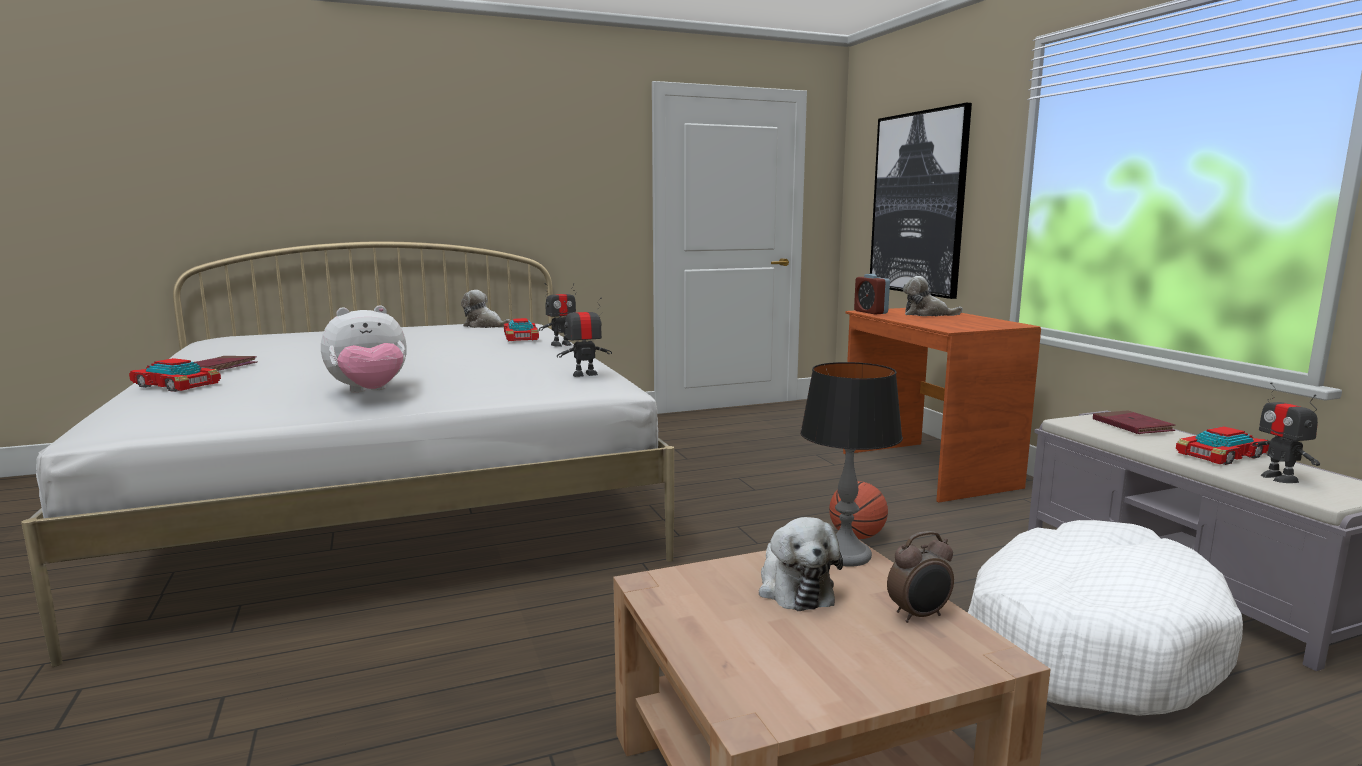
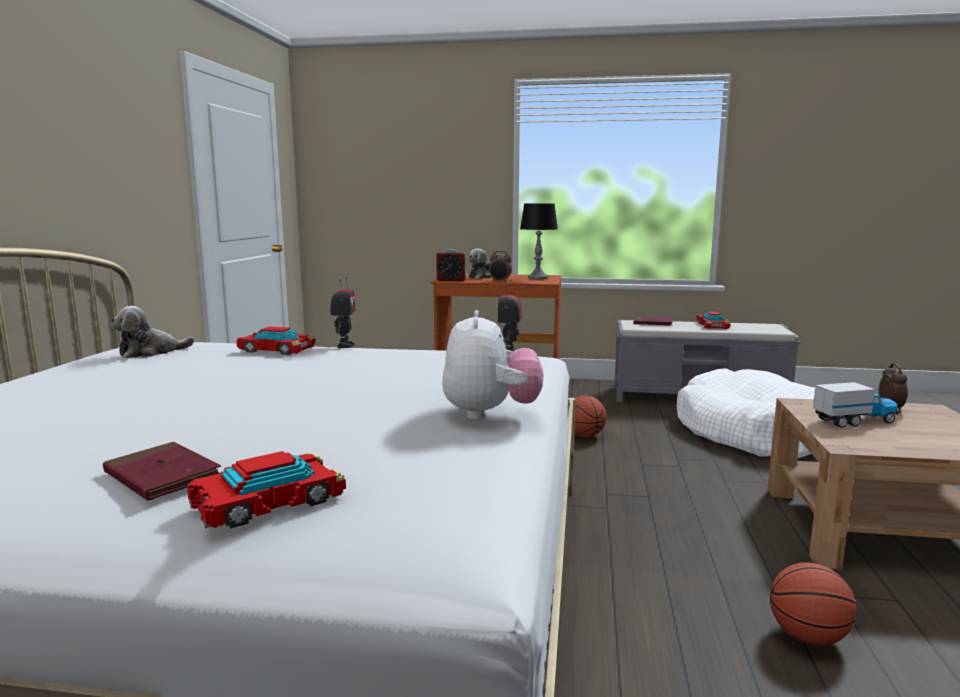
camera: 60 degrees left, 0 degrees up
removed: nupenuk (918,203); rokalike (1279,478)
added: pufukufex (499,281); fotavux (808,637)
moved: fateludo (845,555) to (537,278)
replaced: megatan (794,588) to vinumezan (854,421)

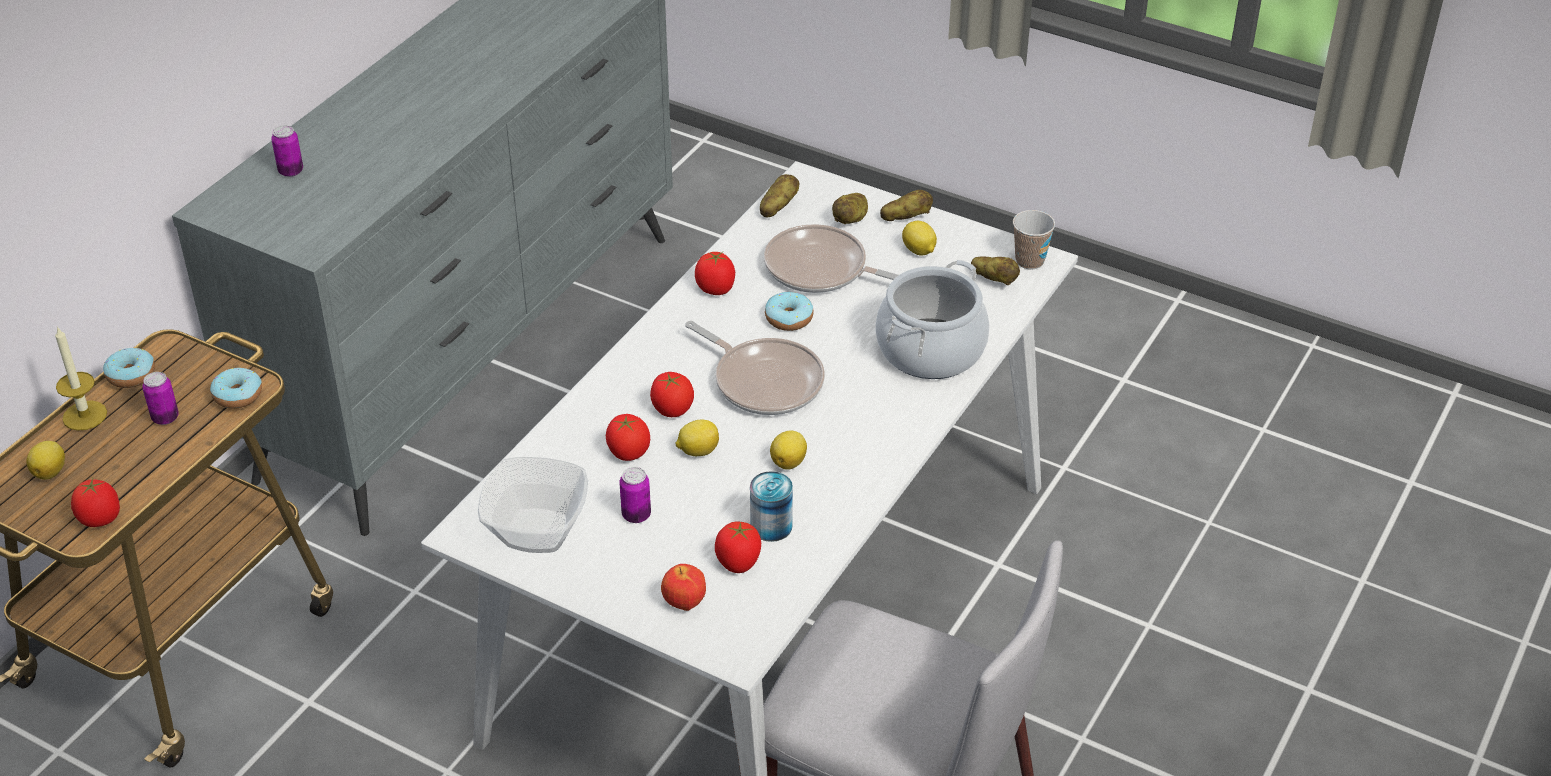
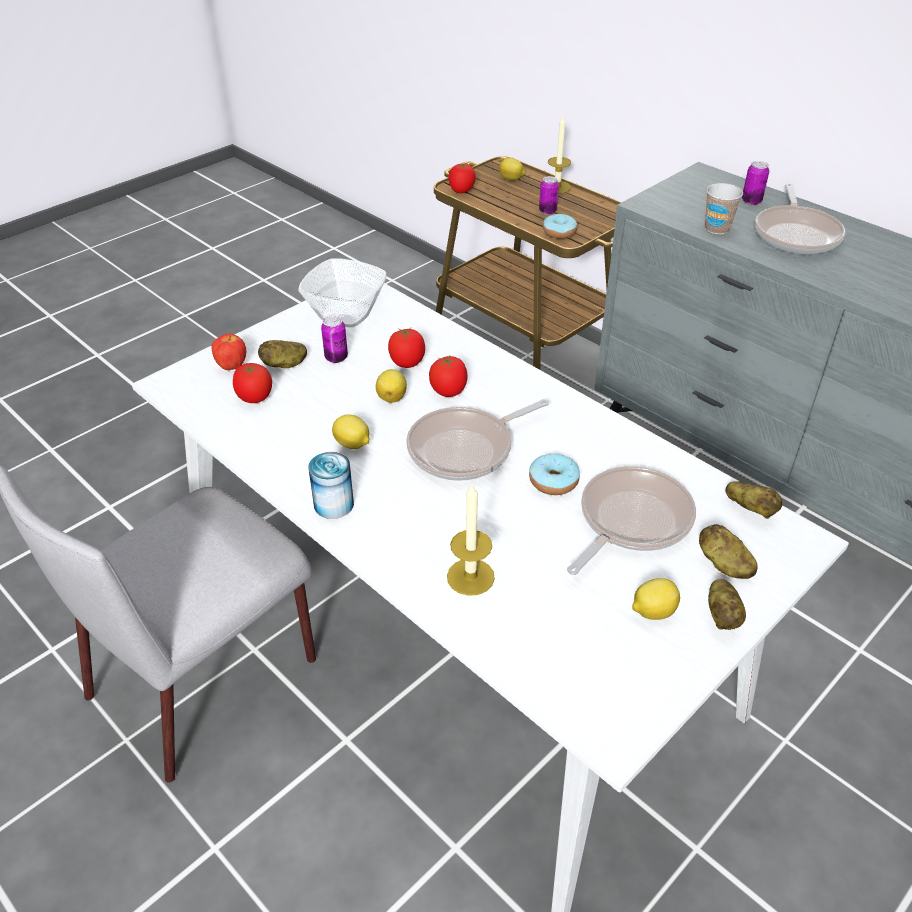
camera: 105 degrees right, 0 degrees up
removed: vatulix (716,289); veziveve (131,375)
added: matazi (796,234)
moved: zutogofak (1029,261) to (717,229); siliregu (994,280) to (284,365); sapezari (771,526) to (334,504)
replaced: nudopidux (930,350) to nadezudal (470,577)

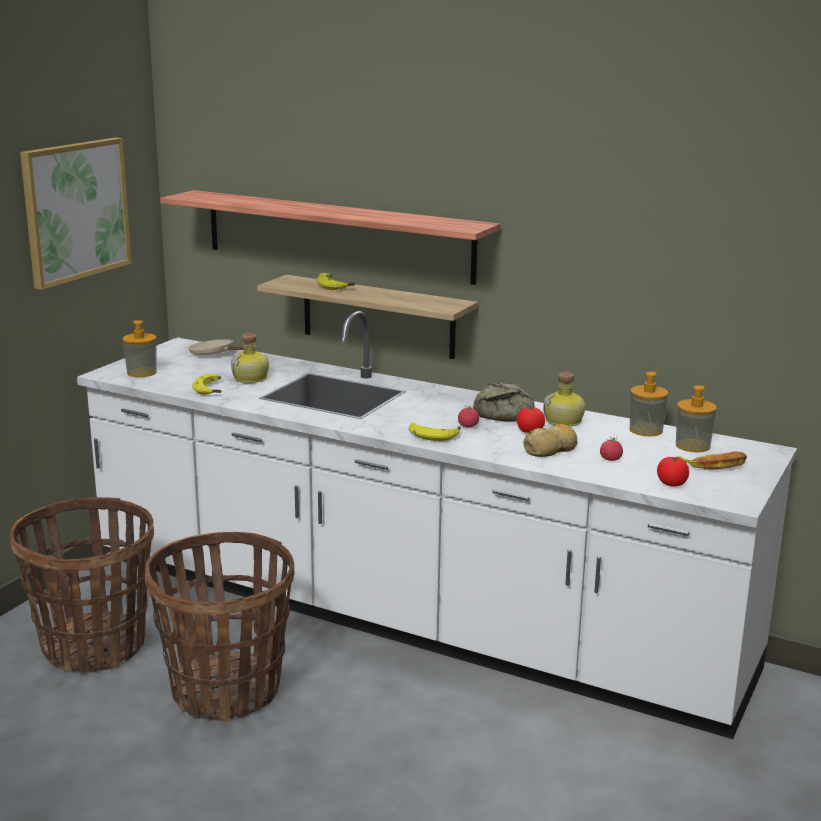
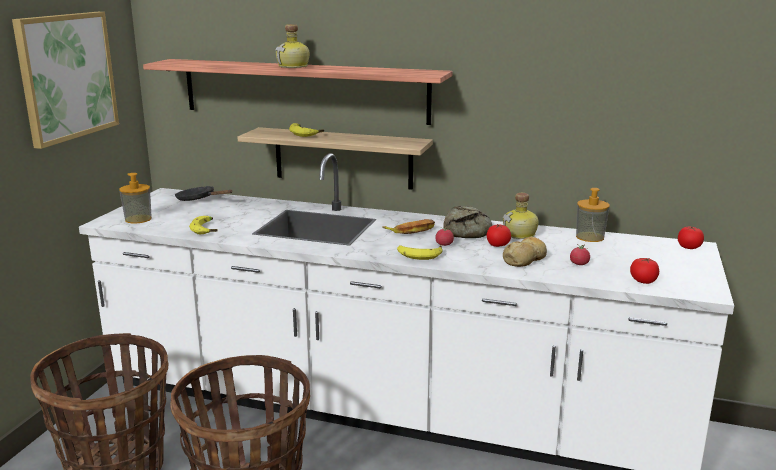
camera: 10 degrees left, 0 degrees up
removed: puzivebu (692,446)
added: vatulix (689,247)
moved: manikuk (251,378) to (294,66); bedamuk (714,465) to (411,230)
recoloured: beige matazi (215,354) to black matazi (199,199)

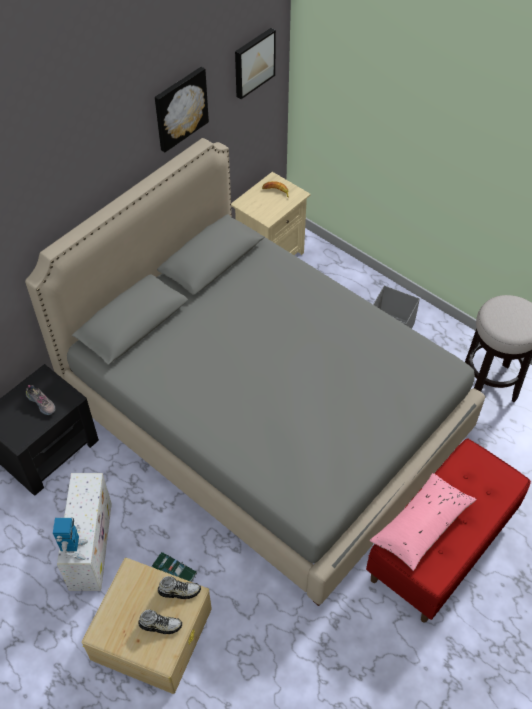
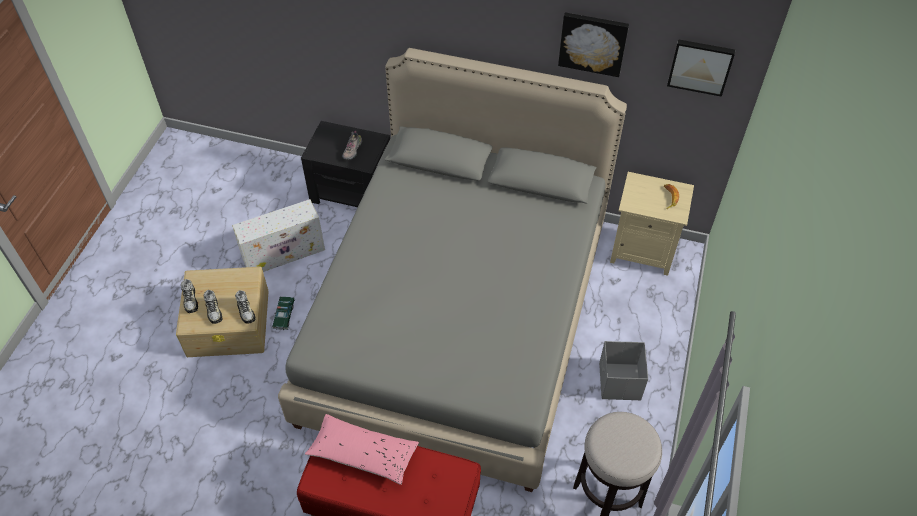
camera: 65 degrees right, 0 degrees up
removed: rokalike (75,550)
added: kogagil (191,301)

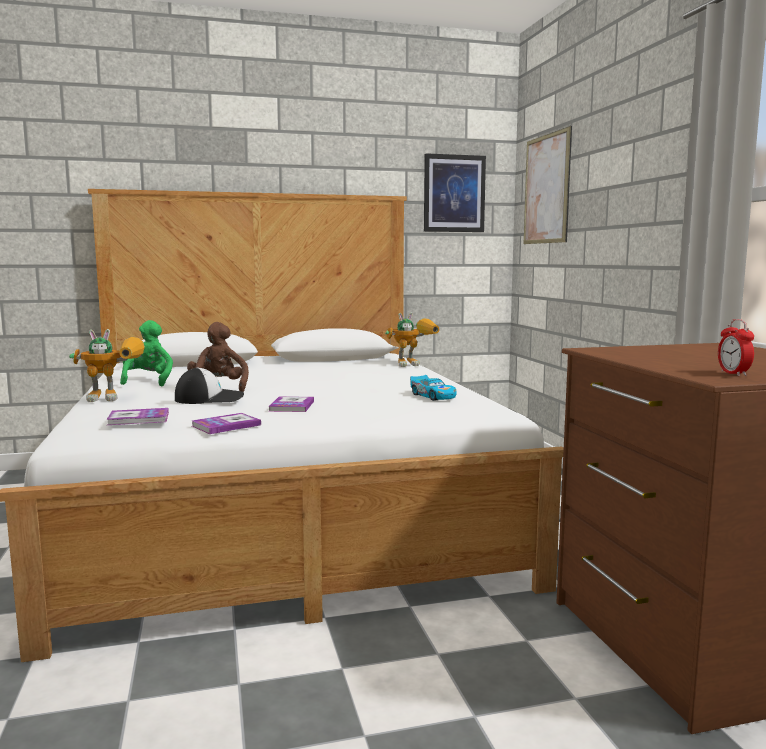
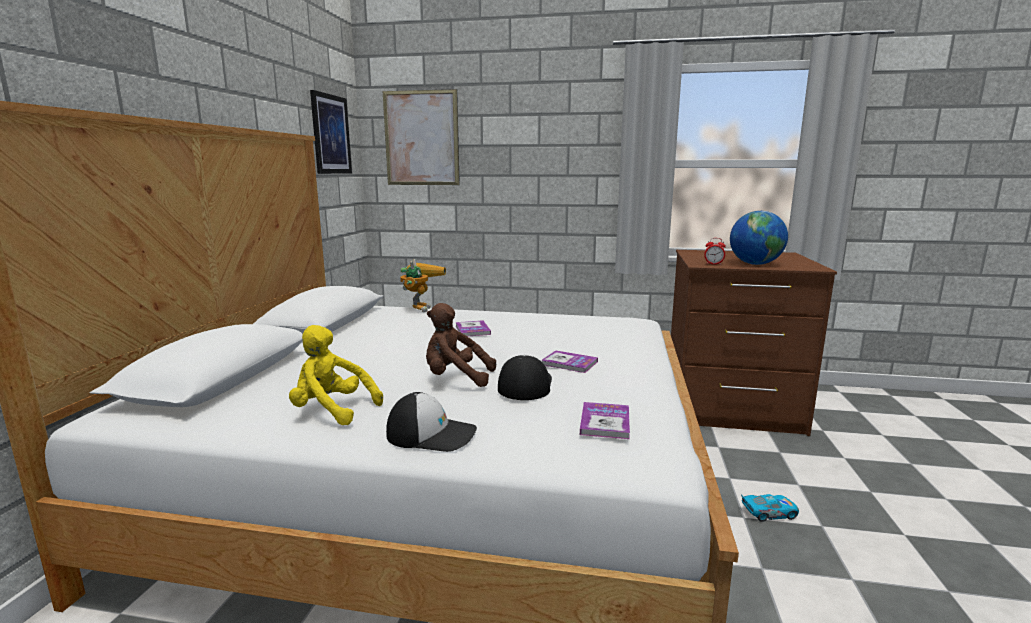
camera: 65 degrees left, 5 degrees up
added: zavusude (755,264)
moved: pufukufex (733,373) to (713,264); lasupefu (433,396) to (769,513); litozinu (226,425) to (472,330)
replaced: rokalike (116,398) to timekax (432,434)
recoloured: green megatan (149,381) to yellow megatan (332,410)

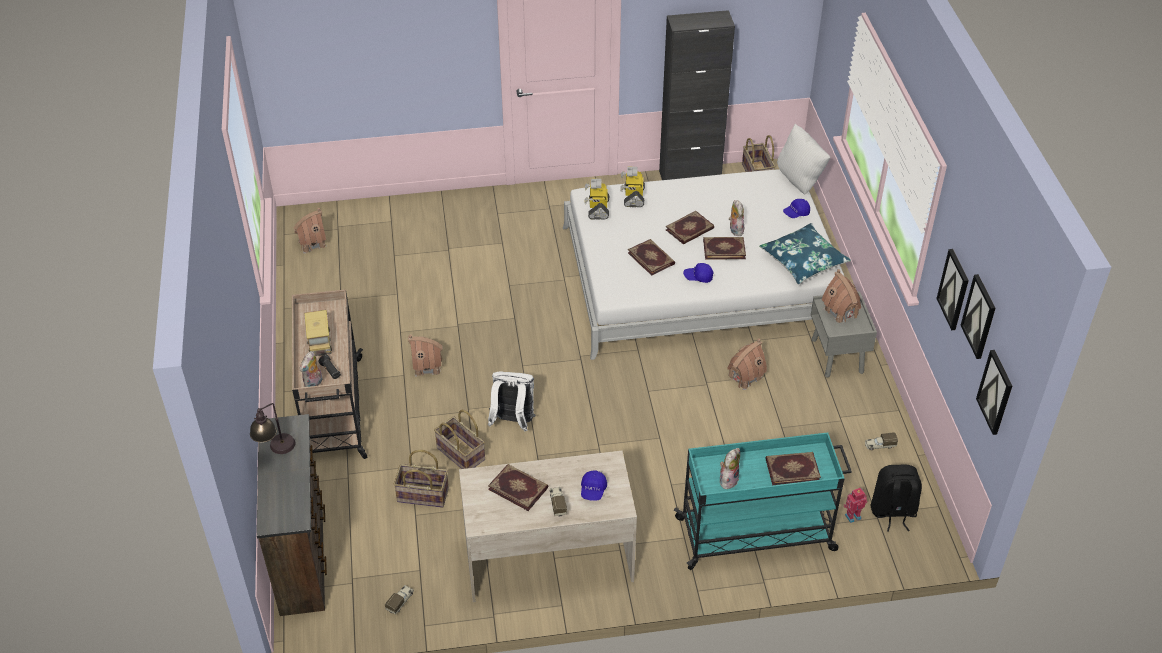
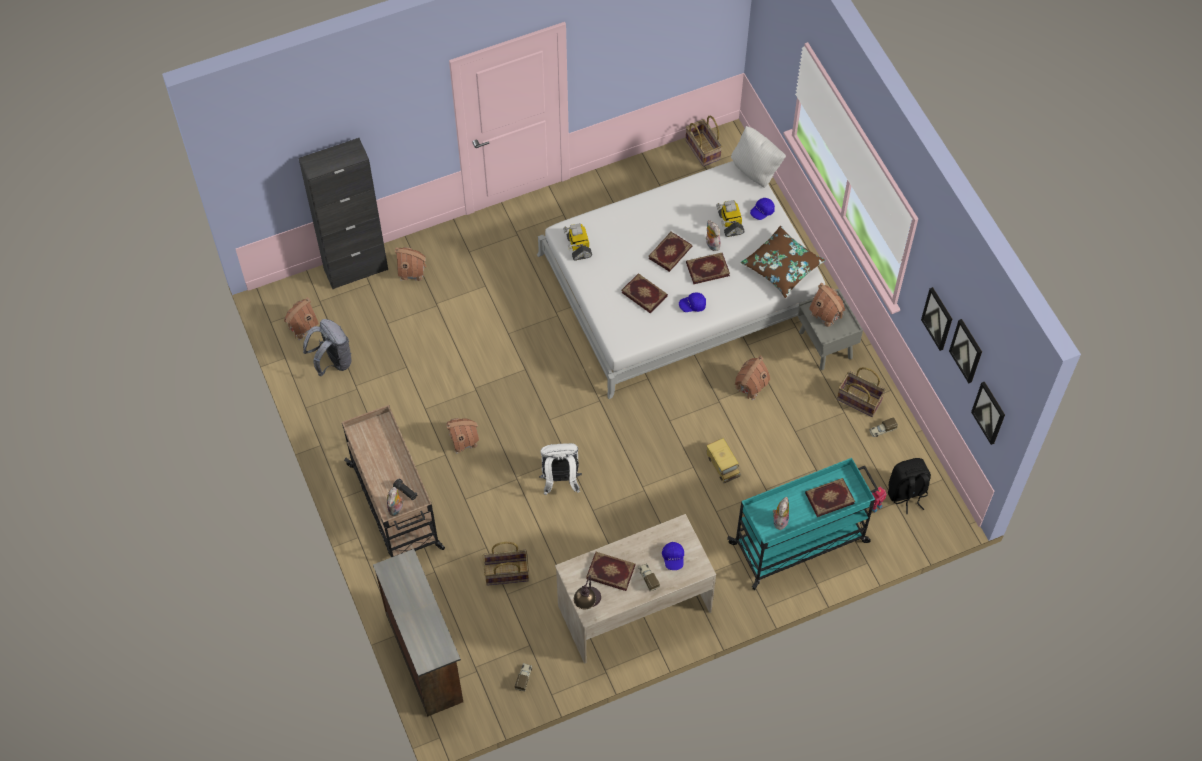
camera: 15 degrees left, 15 degrees up
added: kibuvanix (412,271); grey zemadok (332,362)
moved: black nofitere (690,176) to (356,269); rokalike (633,197) to (730,223); vinumezan (319,341) to (723,465); fateludo (276,451) to (587,604); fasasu (460,454) to (858,401)
recoloured: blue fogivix (803,261) to brown fogivix (782,266)

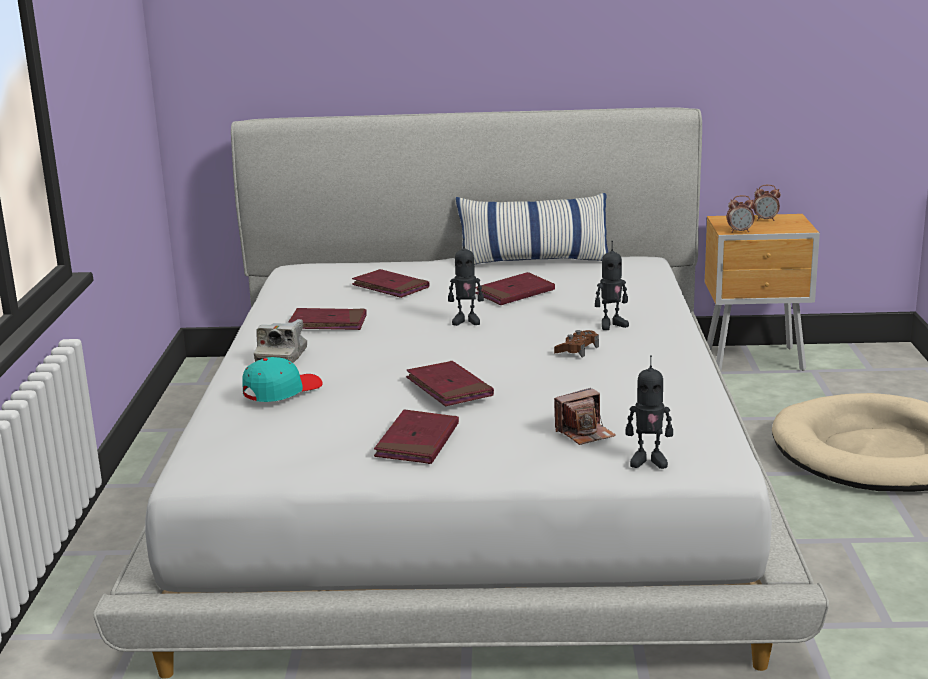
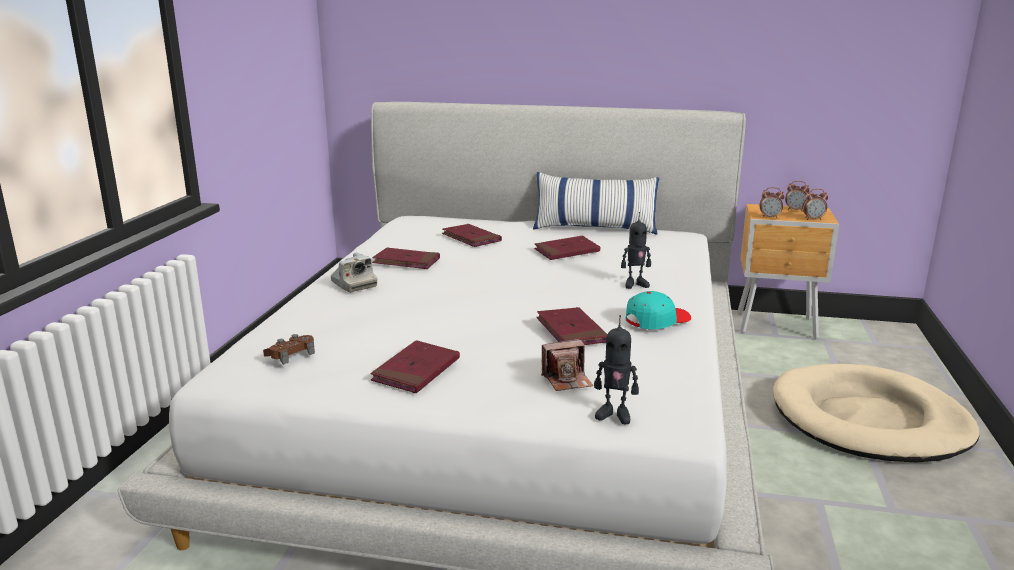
camera: 10 degrees right, 0 degrees up
removed: rokalike (466,321)
added: pufukufex (813,219)
moved: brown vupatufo (577,350) to (291,354); turquoise timekax (281,390) to (657,320); red litozinu (449,388) to (571,331)
turned: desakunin (282,356) = (353,284) 60 degrees counterclockwise

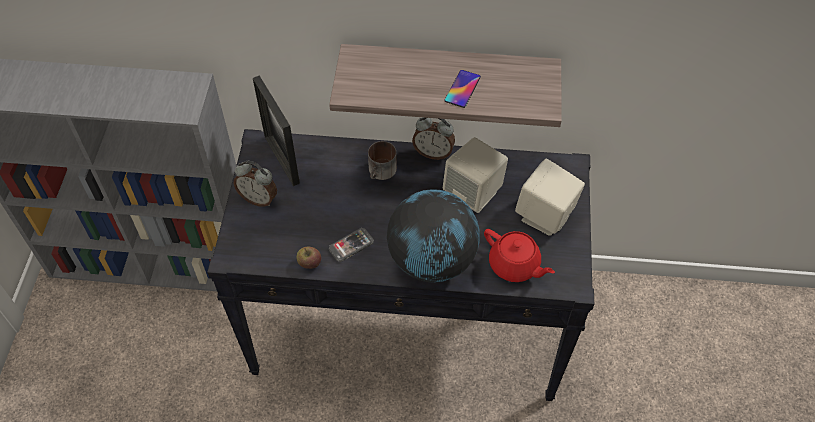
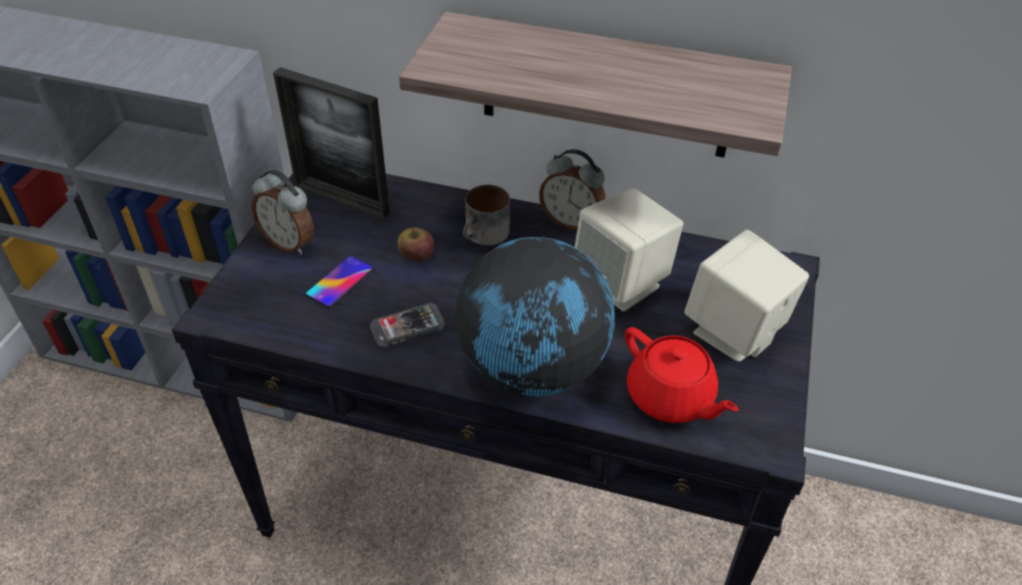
camera: 10 degrees right, 10 degrees down
moved: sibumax (462,89) to (340,282); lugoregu (309,263) to (416,256)
turned: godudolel (282,160) = (342,199) 45 degrees counterclockwise

